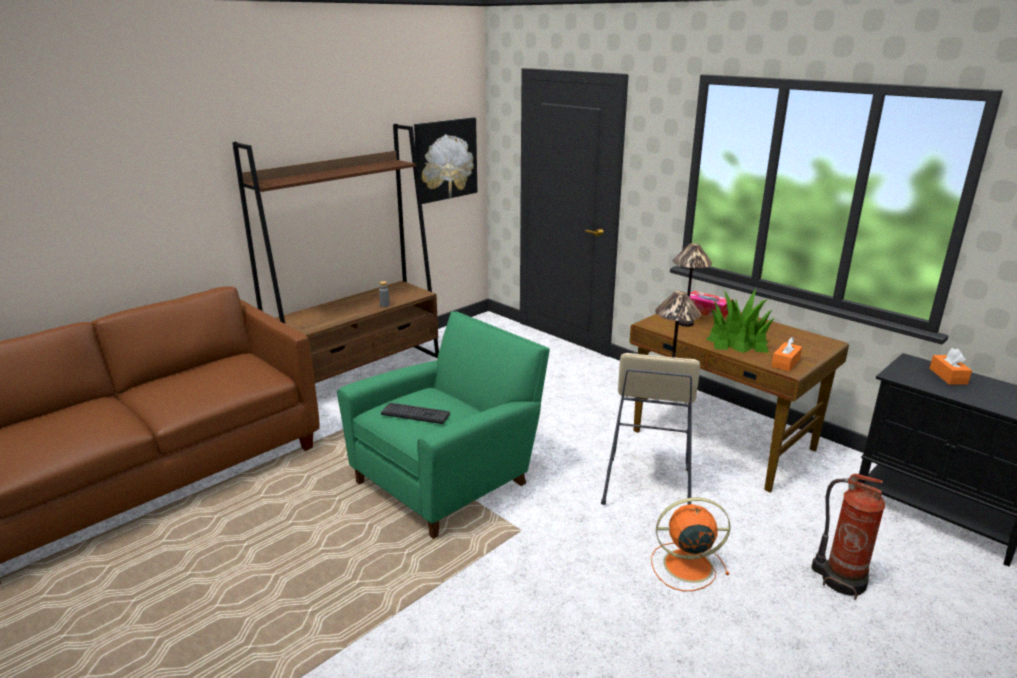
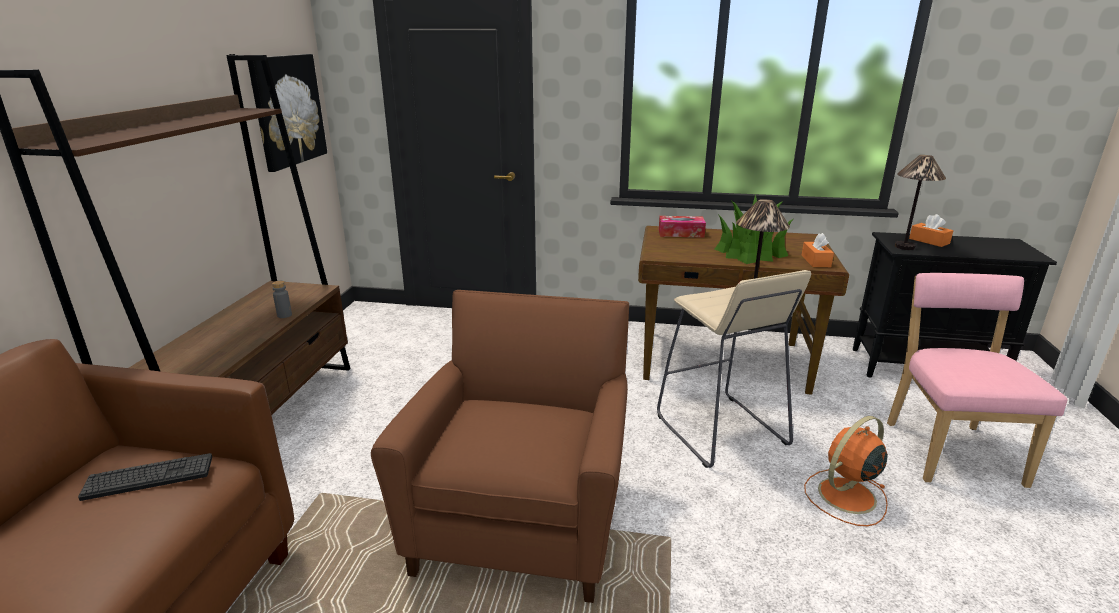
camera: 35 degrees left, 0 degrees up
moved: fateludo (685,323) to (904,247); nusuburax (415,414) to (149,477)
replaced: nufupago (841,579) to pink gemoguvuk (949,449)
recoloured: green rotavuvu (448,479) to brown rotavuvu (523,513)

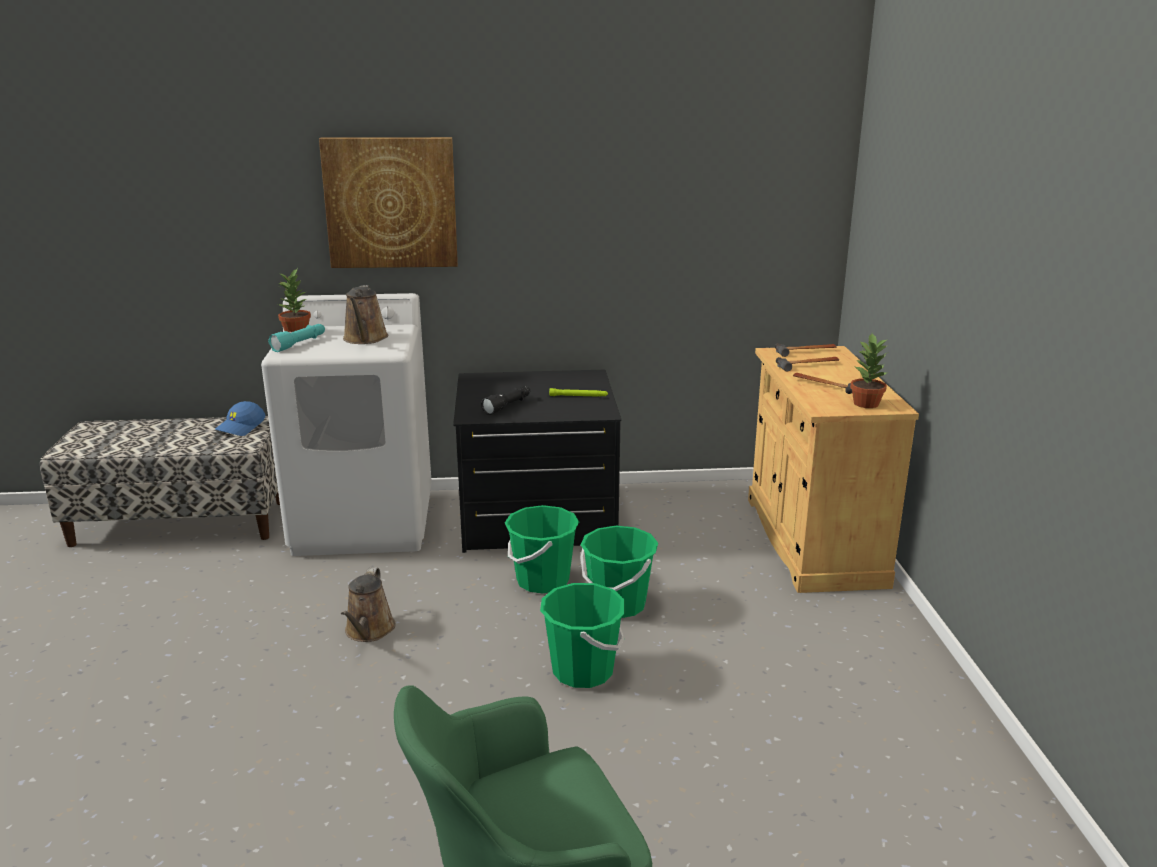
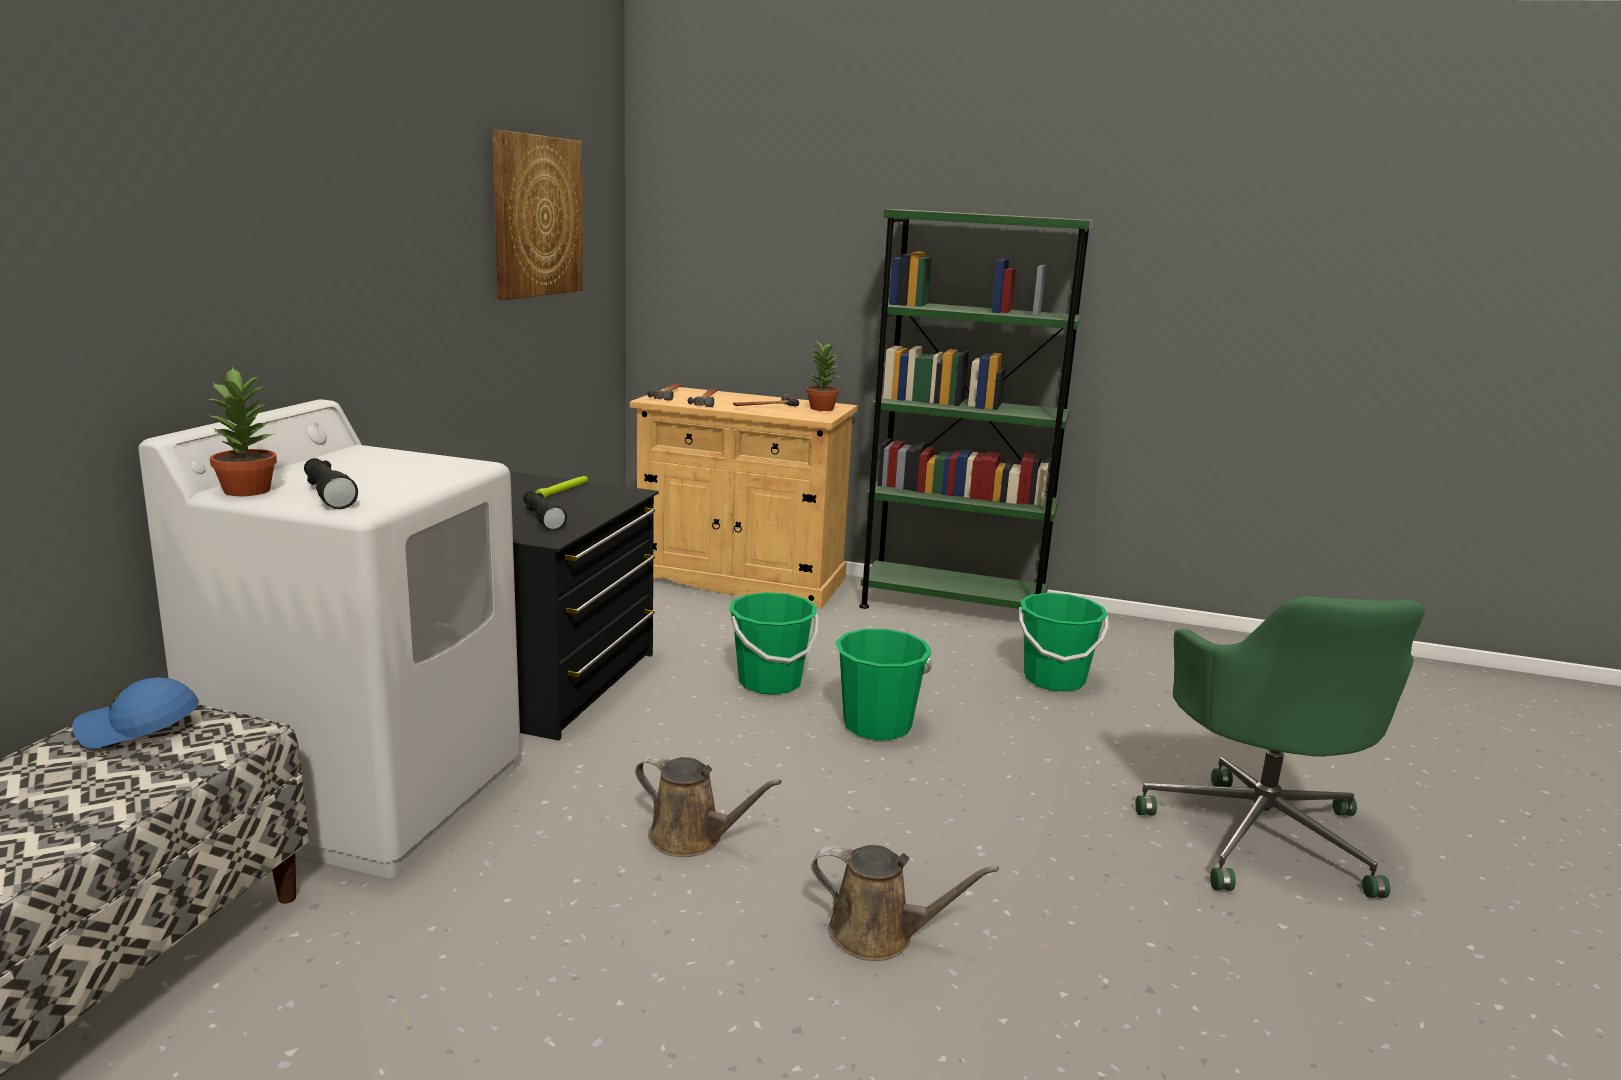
camera: 70 degrees left, 5 degrees down
added: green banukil (952,607)
moved: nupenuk (391,203) to (536,216); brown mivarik (365,339) to (879,935); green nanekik (542,580) to (1054,679)
recoloured: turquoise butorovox (300,344) to black butorovox (327,495)
turned: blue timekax (241,427) = (137,729) 120 degrees clockwise

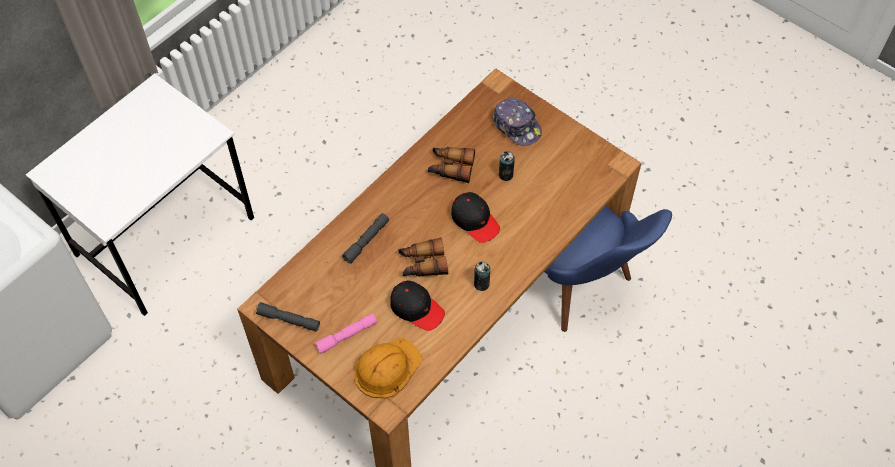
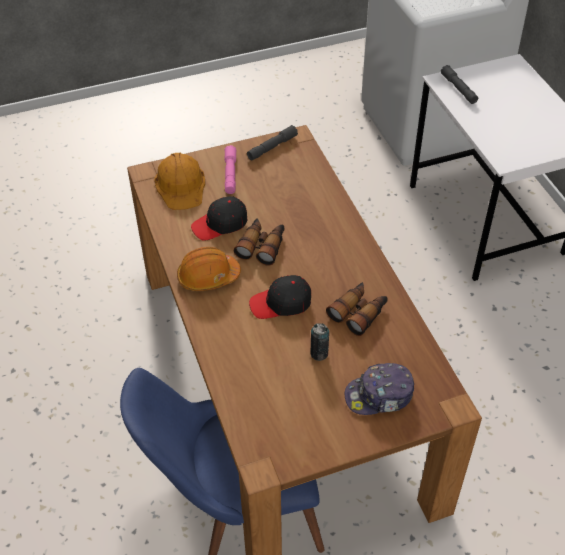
camera: 120 degrees right, 10 degrees down
moved: grey butorovox (366,241) to (458,89)
replaced: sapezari (481,284) to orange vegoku (208,277)

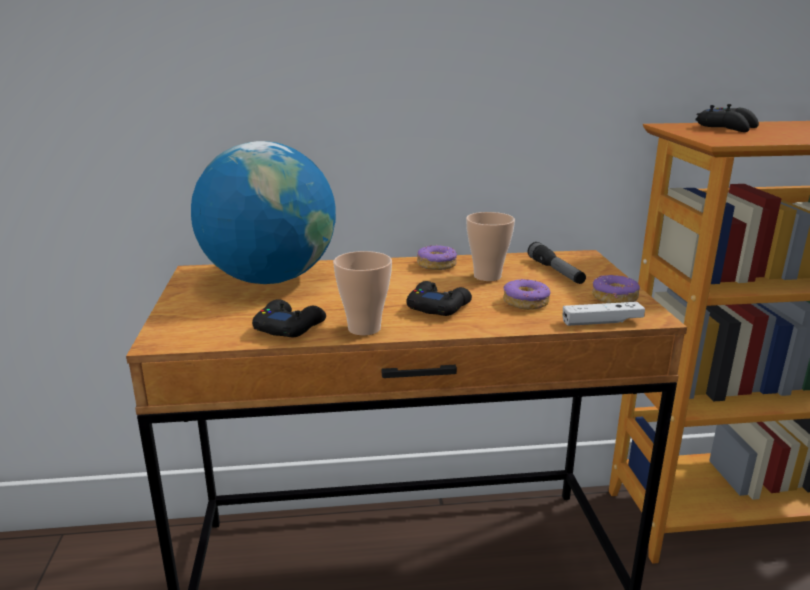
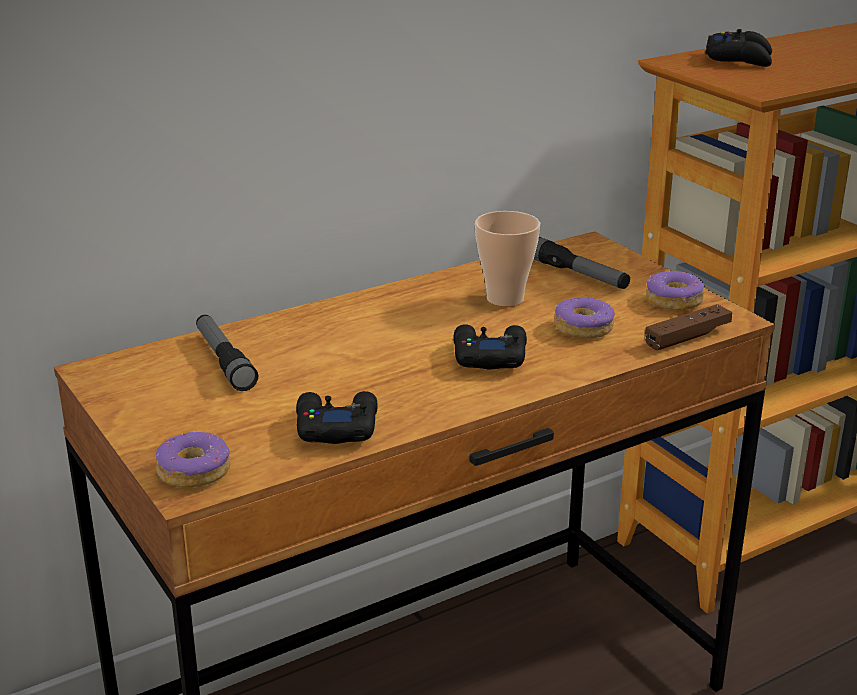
camera: 25 degrees left, 5 degrees up
removed: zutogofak (364,329)
moved: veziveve (437,265) to (194,471)
replaced: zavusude (270,279) to butorovox (224,361)
recoloured: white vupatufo (602,322) to brown vupatufo (687,337)

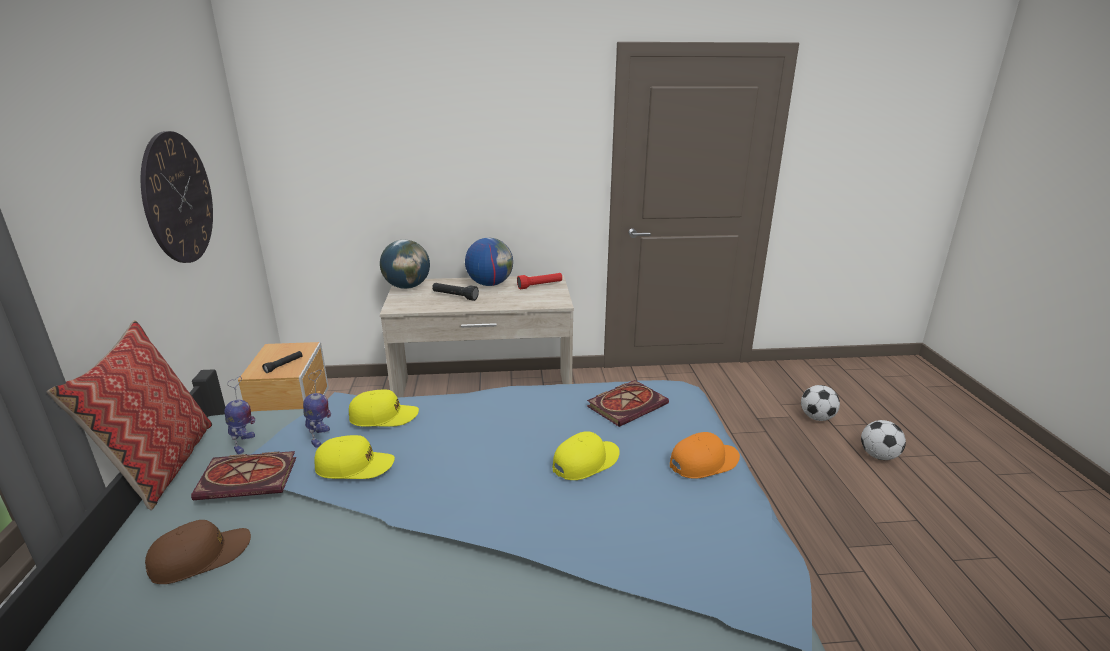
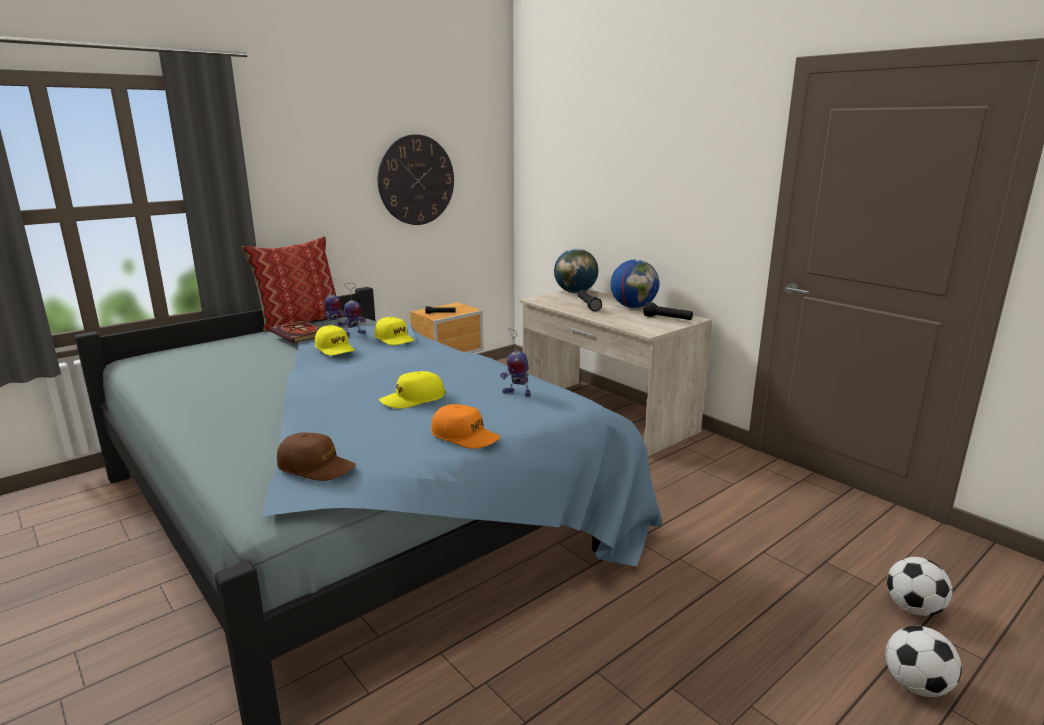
camera: 55 degrees right, 5 degrees down
moved: brown timekax (201,557) to (316,467)
replaced: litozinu (627,404) to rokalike (516,393)
recoloured: red butorovox (540,286) to black butorovox (667,319)
turned: yellow timekax (586,462) = (413,399) 135 degrees clockwise

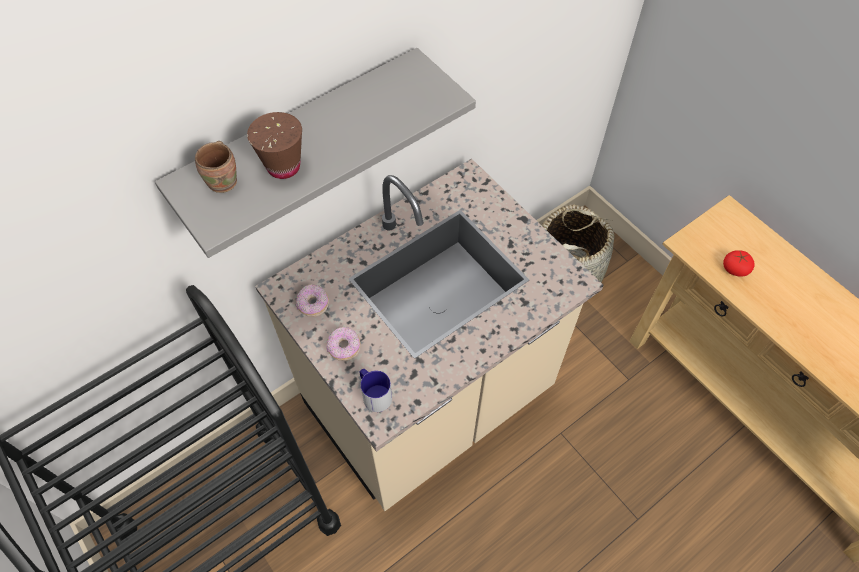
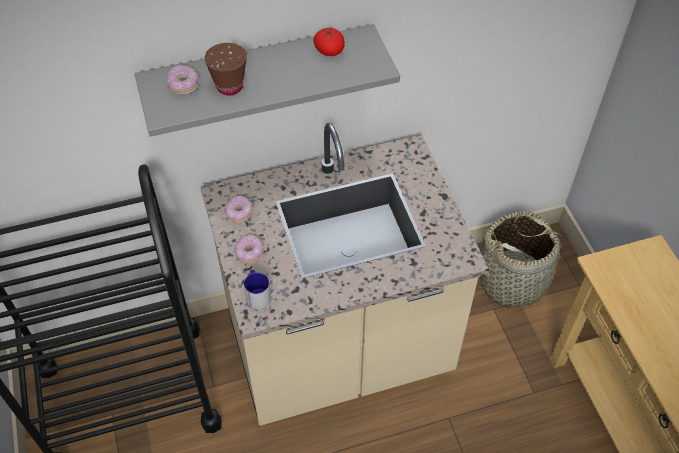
camera: 20 degrees right, 5 degrees down
moved: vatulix (735,269) to (329,50)
replaced: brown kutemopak (225,181) to veziveve (183,85)

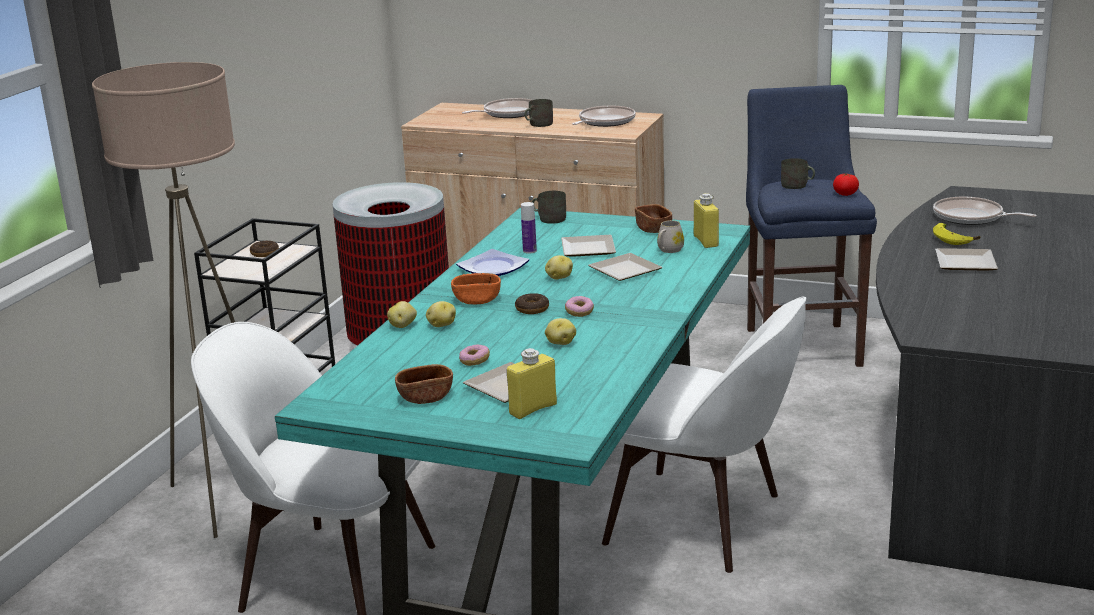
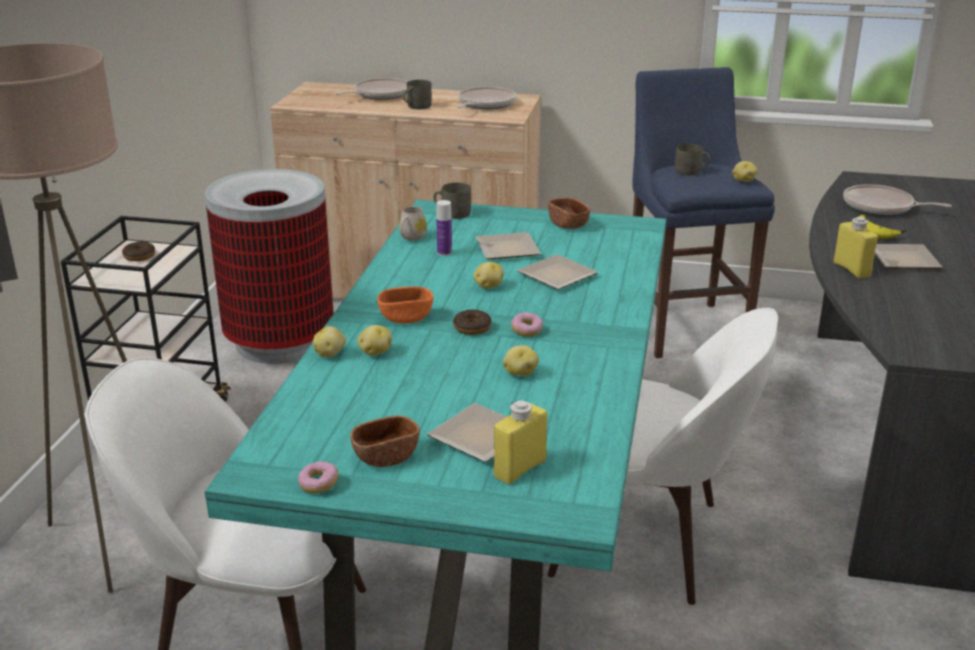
camera: 10 degrees left, 5 degrees up
removed: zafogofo (493,267)
moved: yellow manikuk (706,241) to (851,269); white kutemopak (668,250) to (411,238); veziveve (474,361) to (319,485)
replaced: vatulix (845,194) to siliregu (743,180)

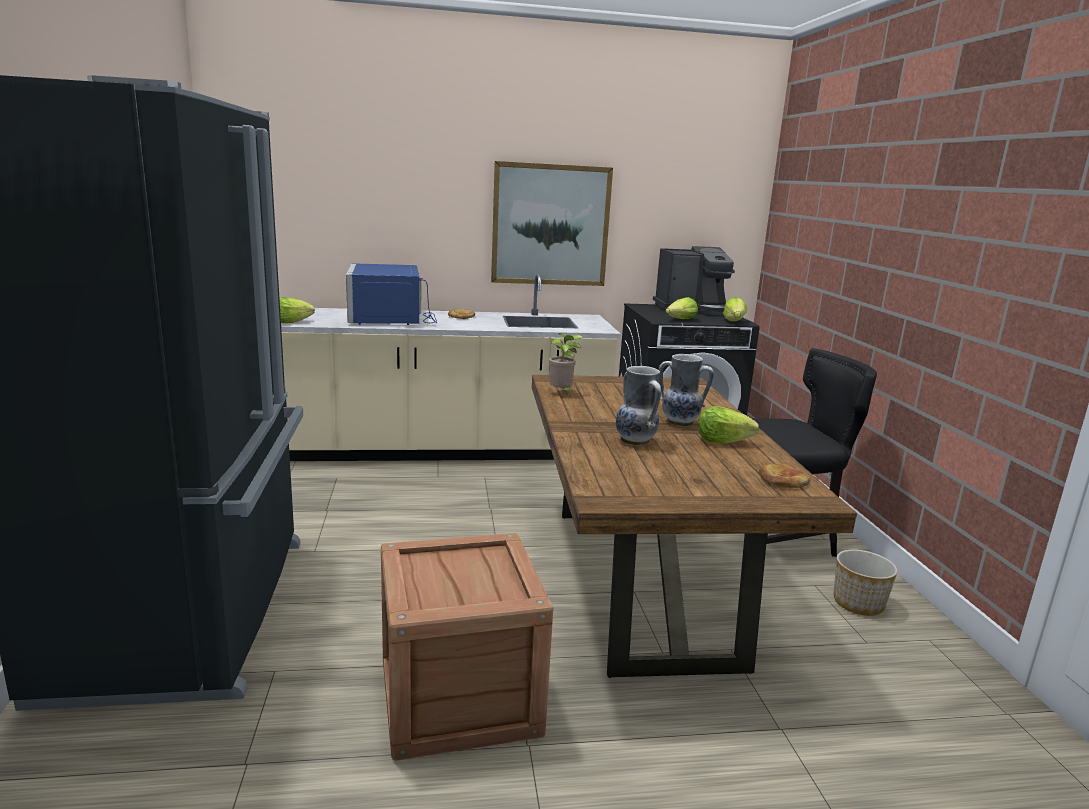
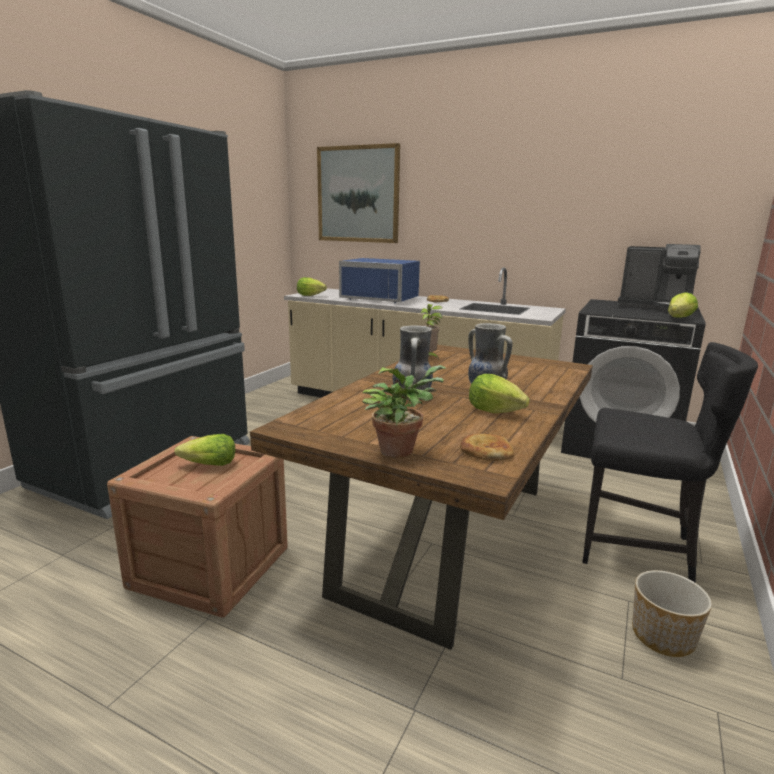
camera: 35 degrees right, 0 degrees up
added: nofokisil (399,449)
moved: nupenuk (550,225) to (358,194); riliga (681,320) to (209,465)
turned: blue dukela (392,318) = (382,298) 90 degrees counterclockwise

